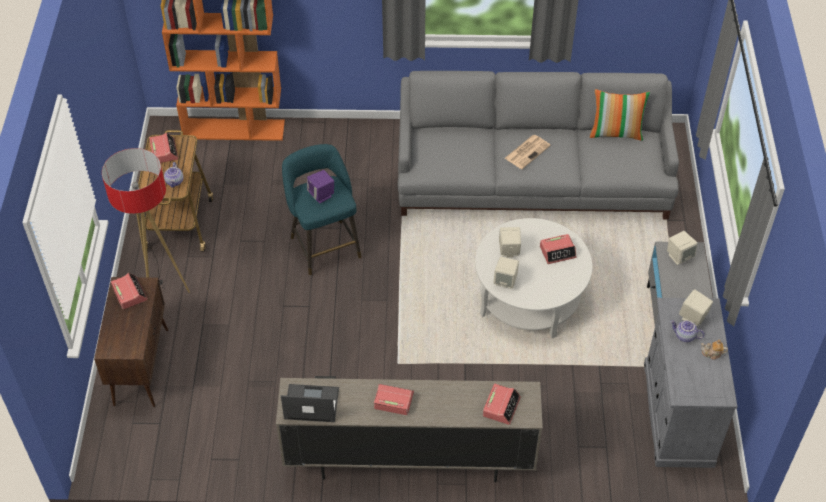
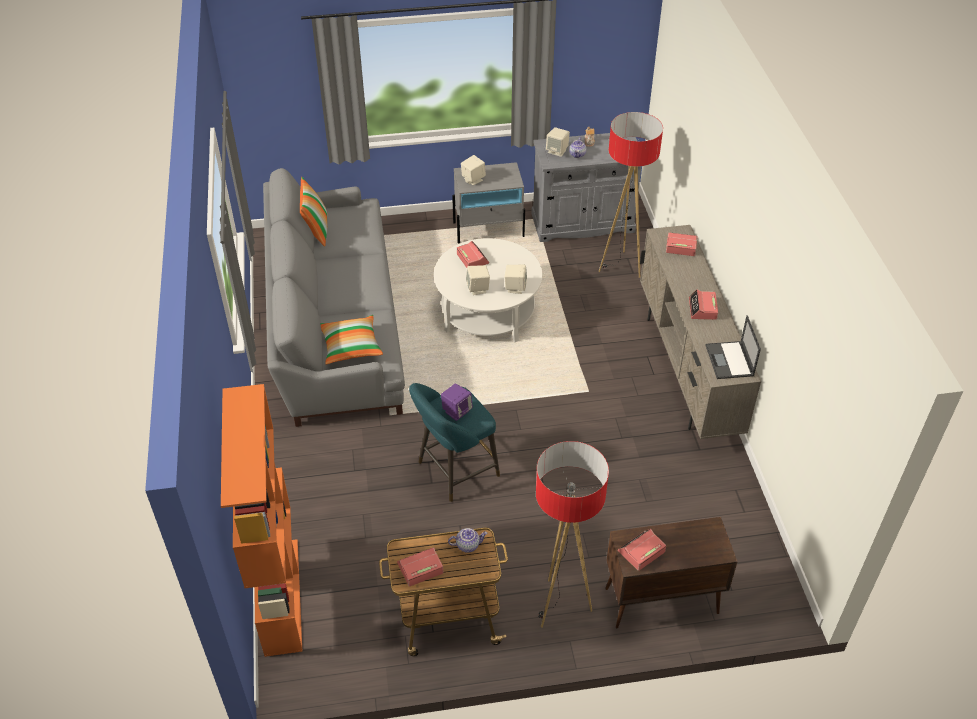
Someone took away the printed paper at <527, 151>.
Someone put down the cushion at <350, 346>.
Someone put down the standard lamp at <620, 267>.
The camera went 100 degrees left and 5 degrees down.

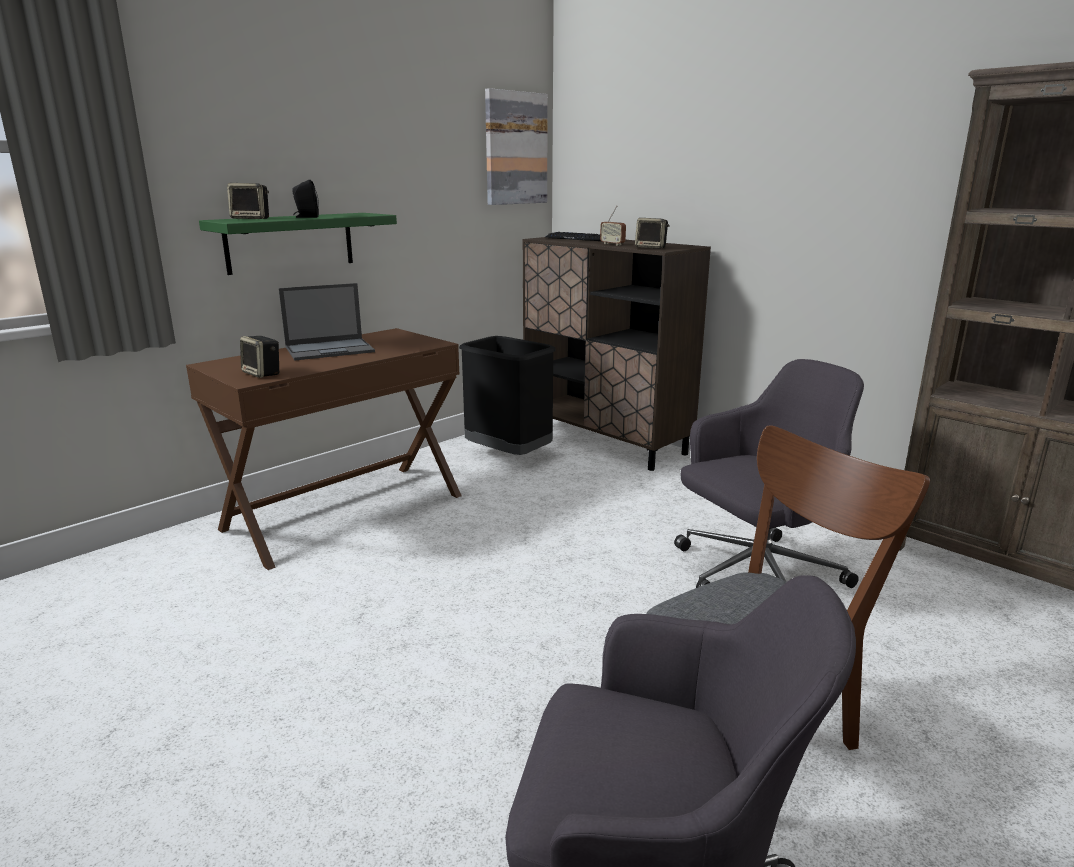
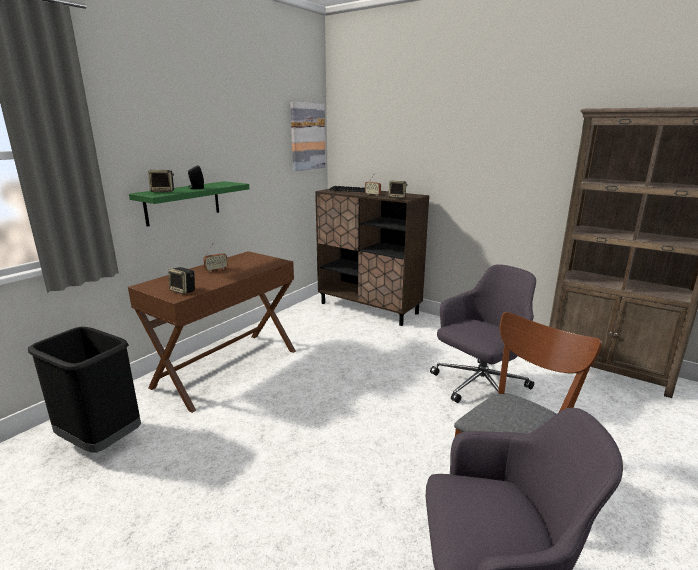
Someone carried the black trash can from <509, 456> to <101, 440>.
Someone swapped the portable computer at <331, 349> for the radio at <216, 270>.
The camera went 10 degrees left and 0 degrees up.

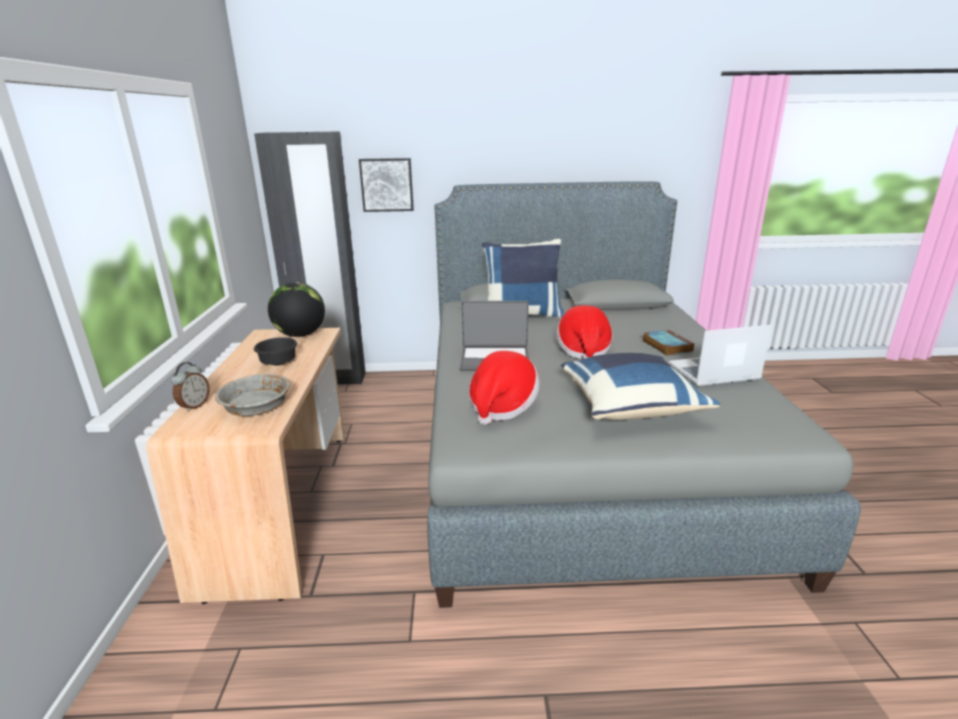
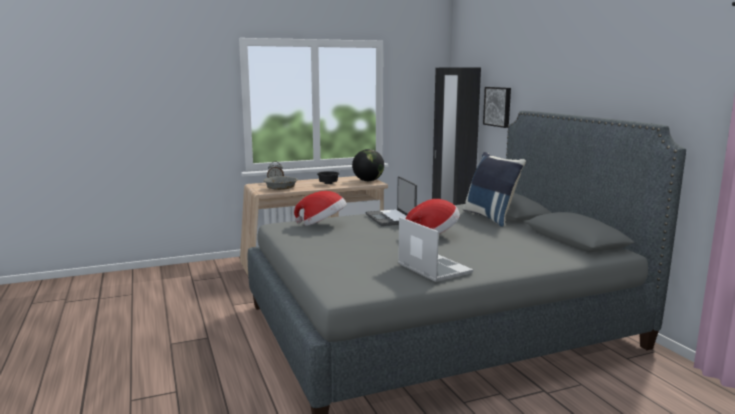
Someone took away the blue-coloured cushion at <630, 406>.
Someone took away the book at <666, 345>.
The camera went 70 degrees right and 10 degrees down.

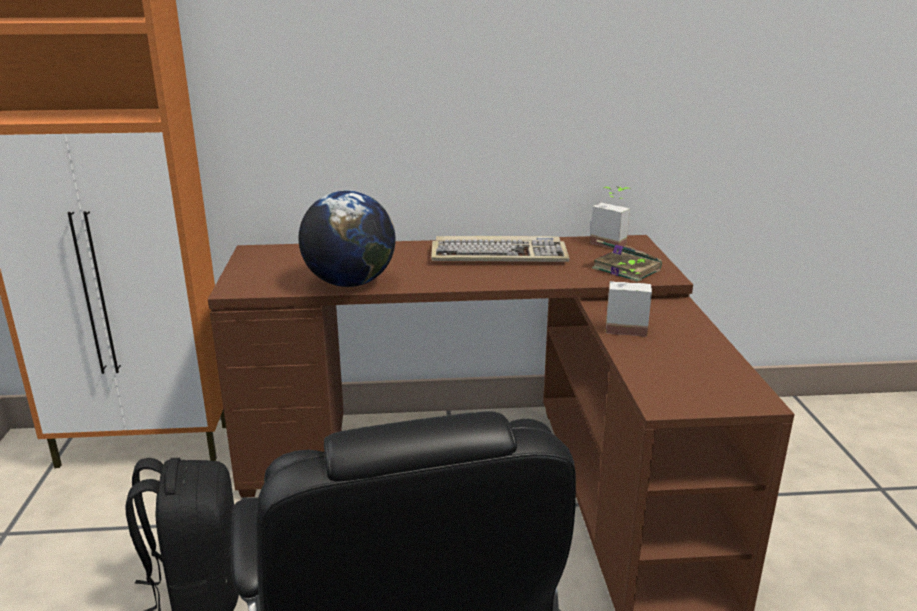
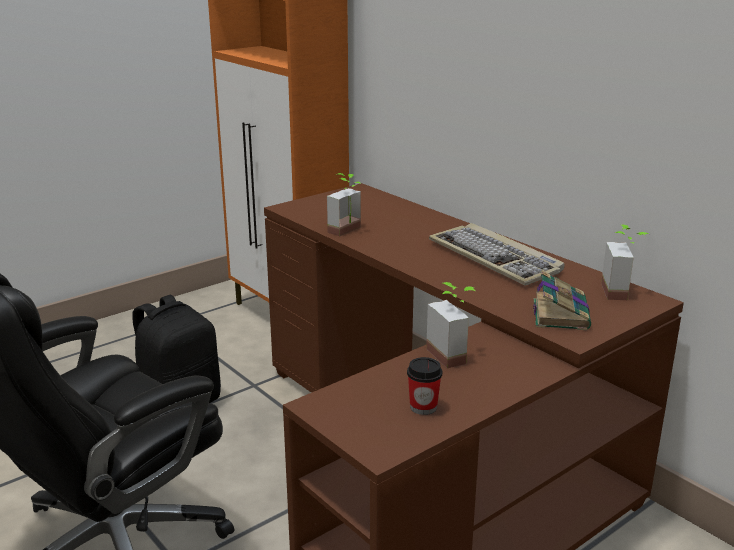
Someone put down the drinking cup at <423, 407>.
Someone swapped the world globe at <349, 283> for the houseplant at <349, 231>.
The camera went 55 degrees right and 0 degrees up.

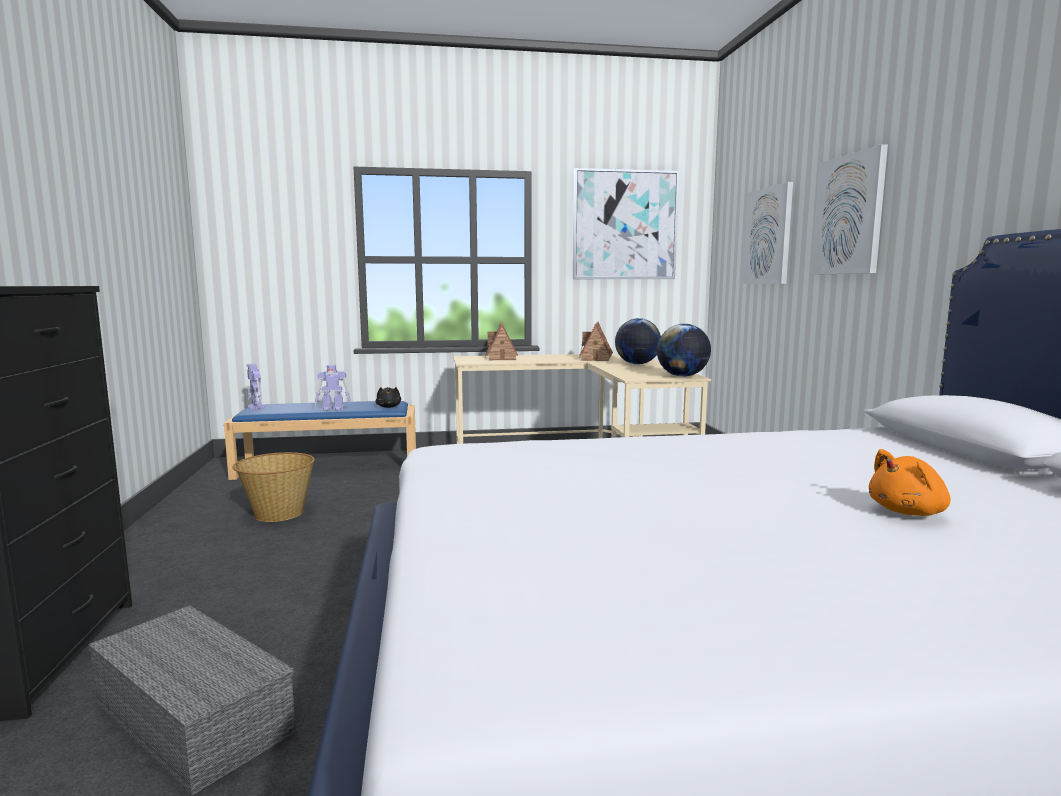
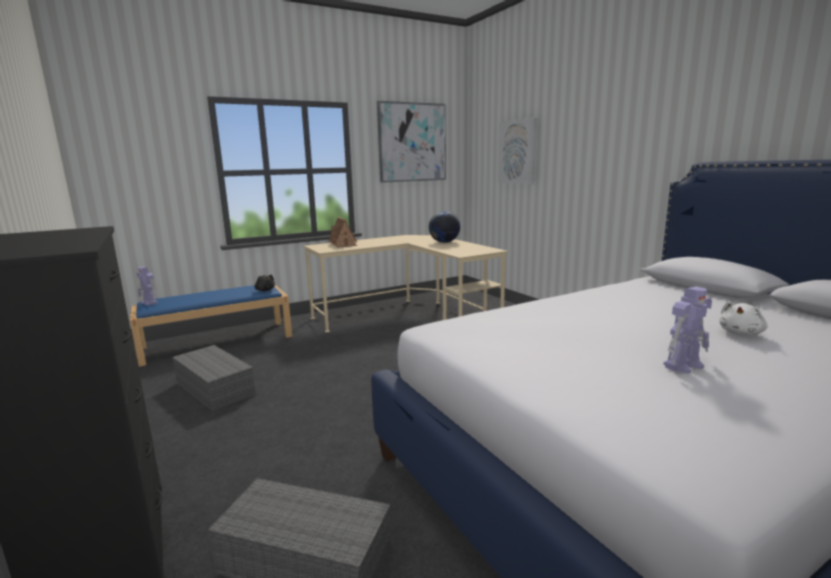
Someone took away the toy house at <596, 358>.
Someone took away the world globe at <682, 376>.
Someone took away the picture at <849, 215>.
Someone carried the toy robot from <333, 409> to <684, 365>.
Someone swapped the storage basket at <278, 514> for the gray storage bin at <213, 388>.
Someone repainted the orange-coloured plush toy at <909, 512>, which became the white plush toy at <741, 333>.
The camera went 20 degrees left and 5 degrees up.

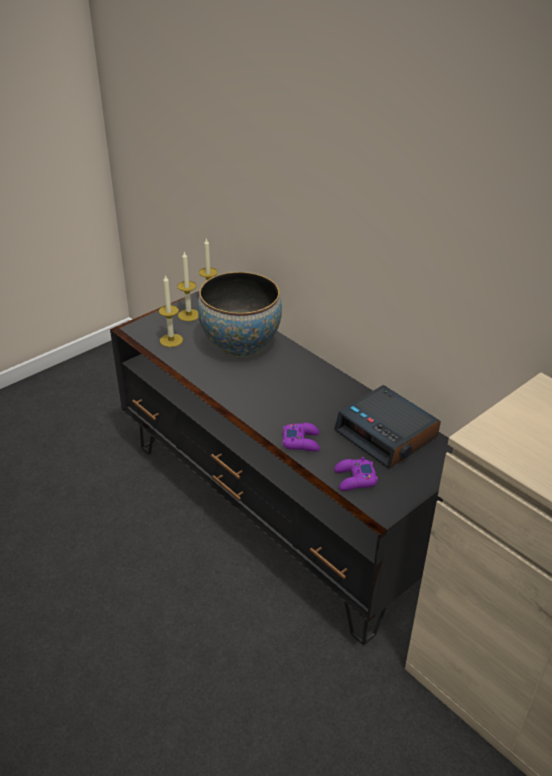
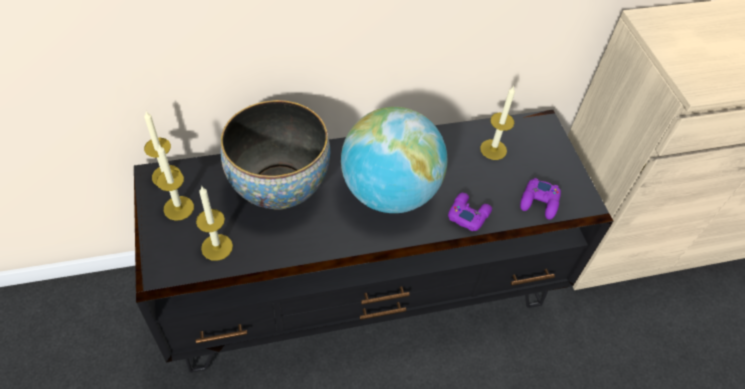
Someone put down the world globe at <389, 192>.
Someone swapped the alarm clock at <387, 434> for the candle at <493, 149>.
The camera went 65 degrees left and 15 degrees up.

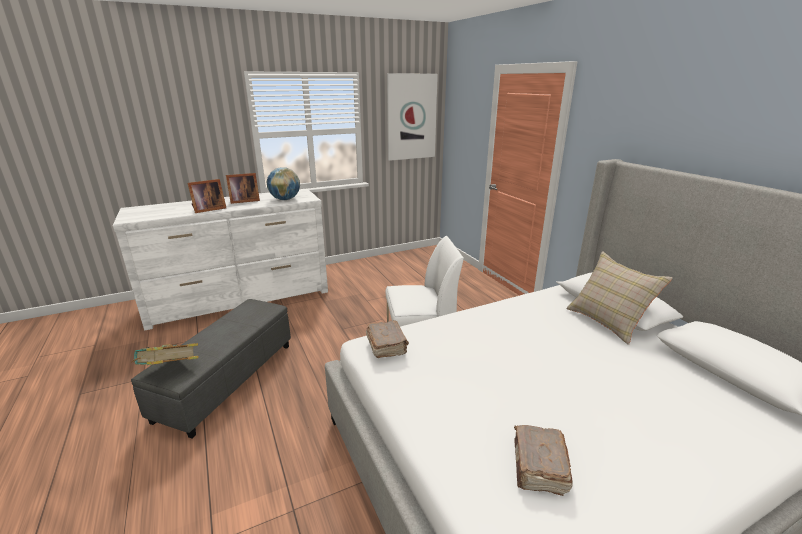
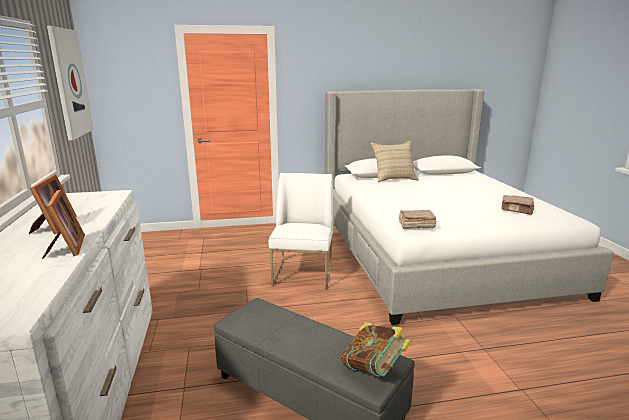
Someone took away the world globe at <285, 199>.
The camera went 75 degrees left and 5 degrees down.

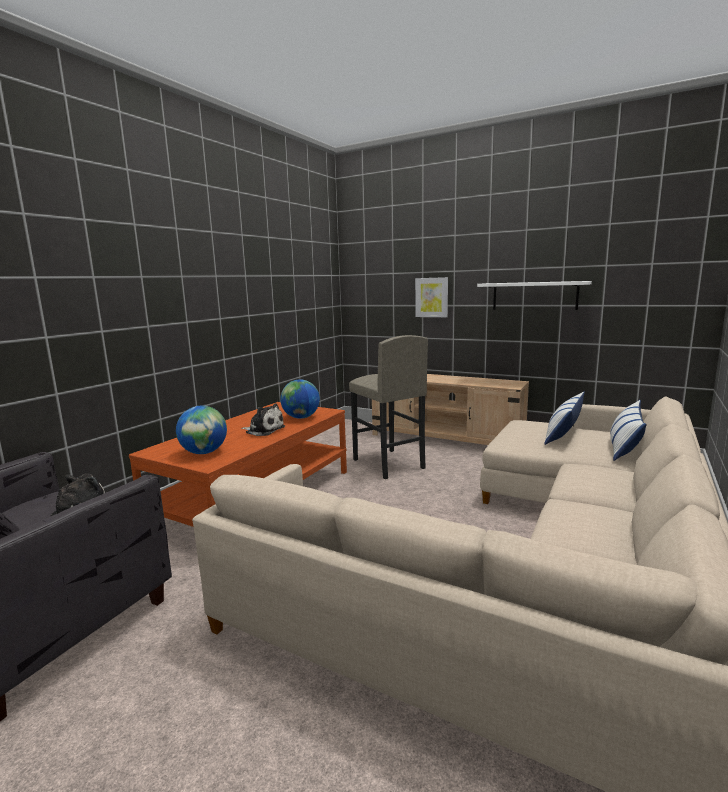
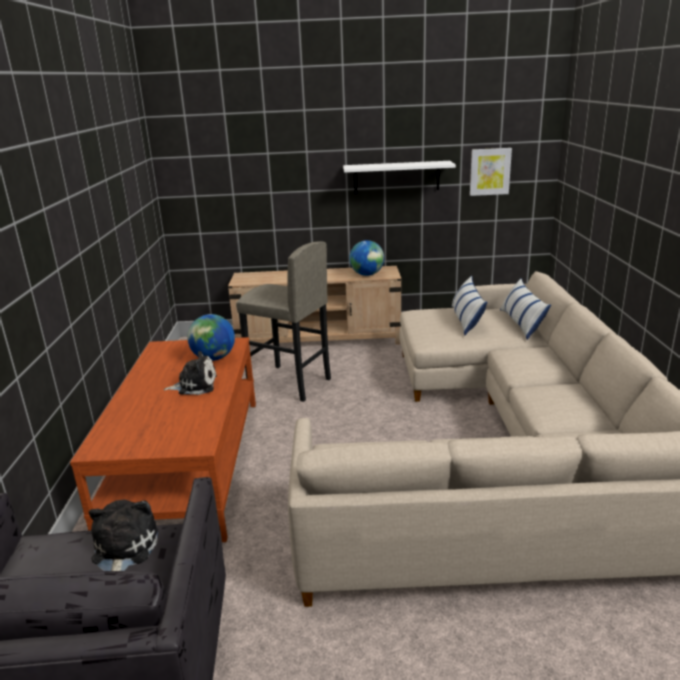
Someone carried the world globe from <204, 452> to <367, 274>.
Someone carried the picture from <431, 297> to <490, 171>.
The camera went 30 degrees left and 10 degrees up.

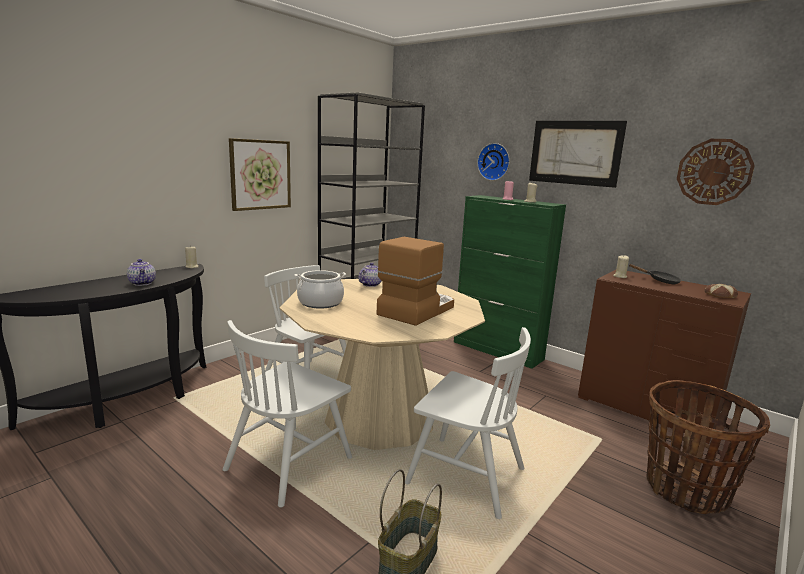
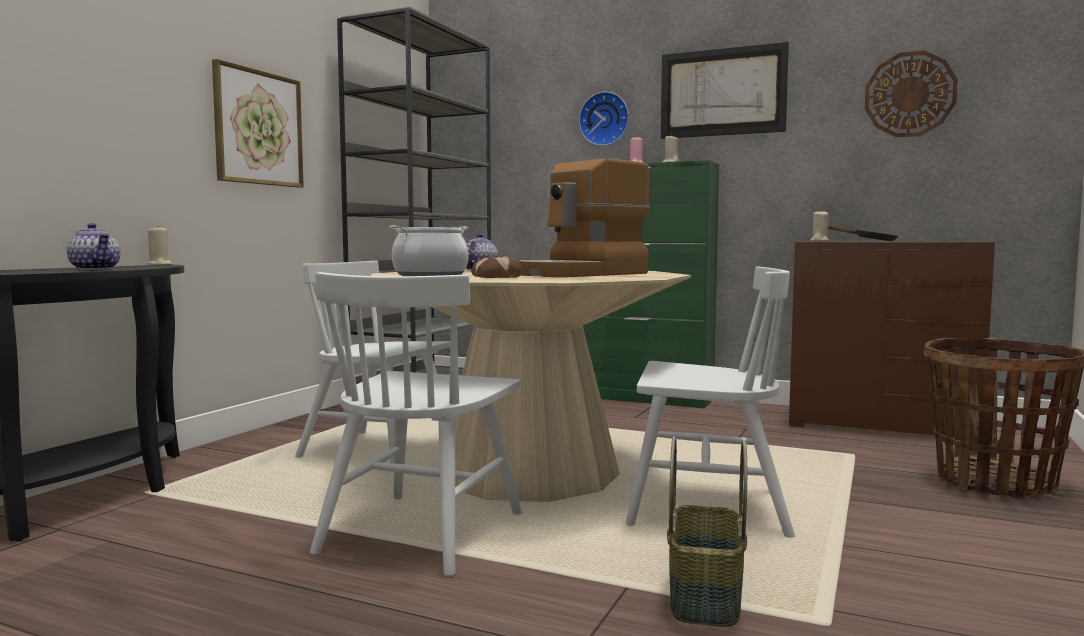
Someone carried the baked bread from <719, 295> to <496, 277>.
Someone rotated the coffee machine at <416, 310> by 150 degrees counterclockwise.
The camera went 15 degrees left and 10 degrees down.

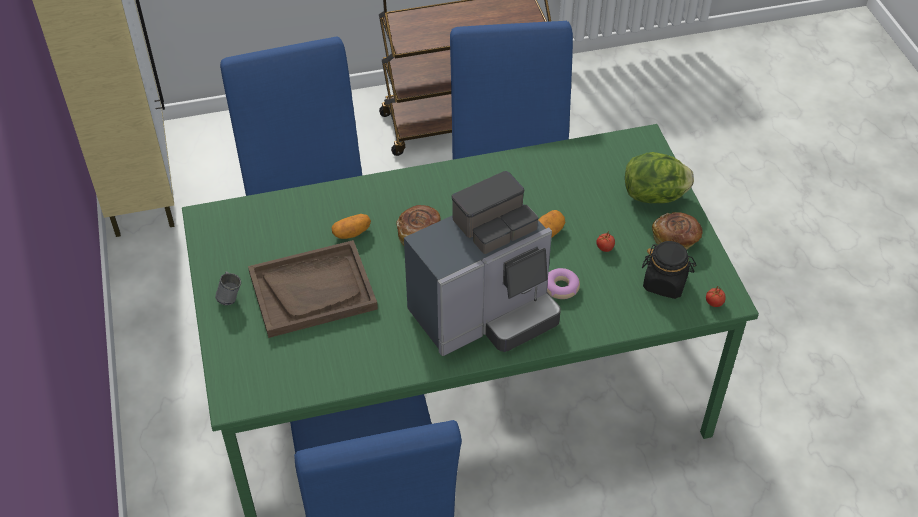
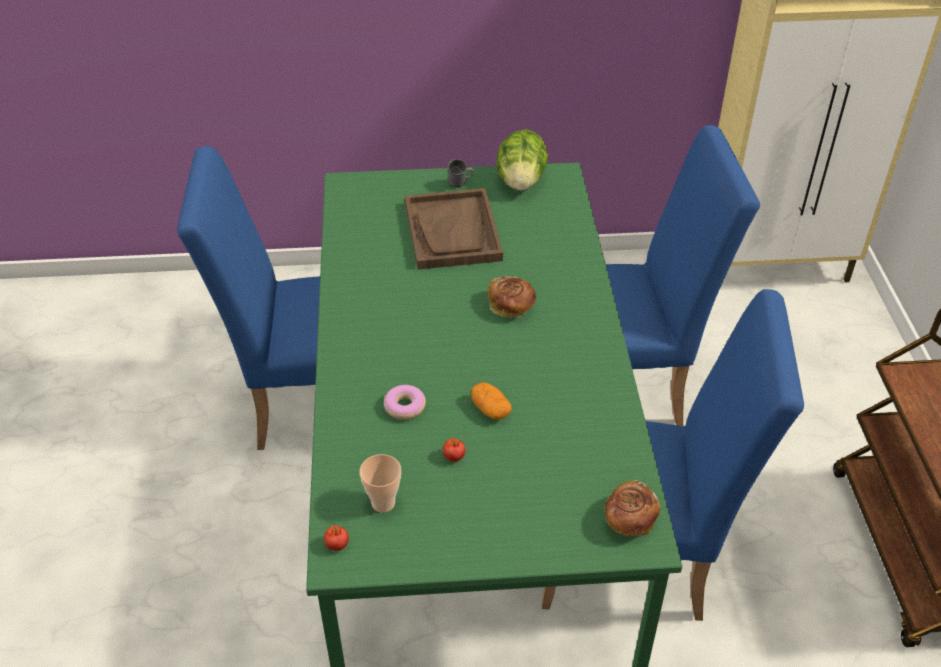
Someone took away the whole potato at <352, 233>.
Someone took away the coffee machine at <485, 313>.
Someone carried the head of lettuce from <655, 196> to <521, 182>.
Someone carried the baked bread from <676, 239> to <629, 520>.
Someone swapped the black preserve jar at <665, 283> for the drinking cup at <383, 503>.
The camera went 100 degrees right and 5 degrees down.

